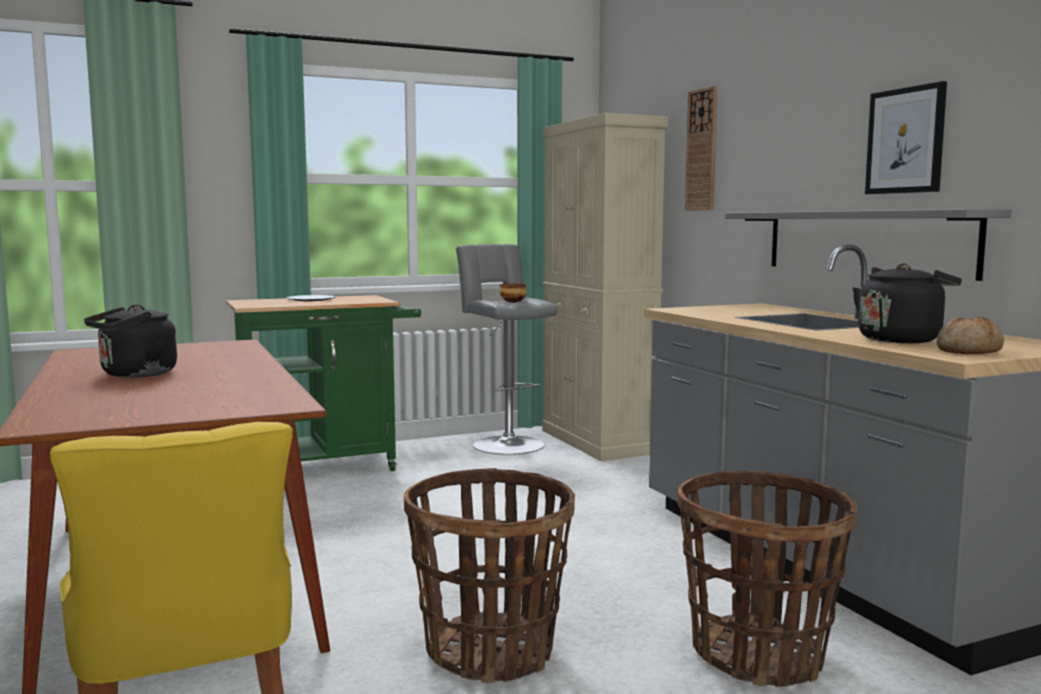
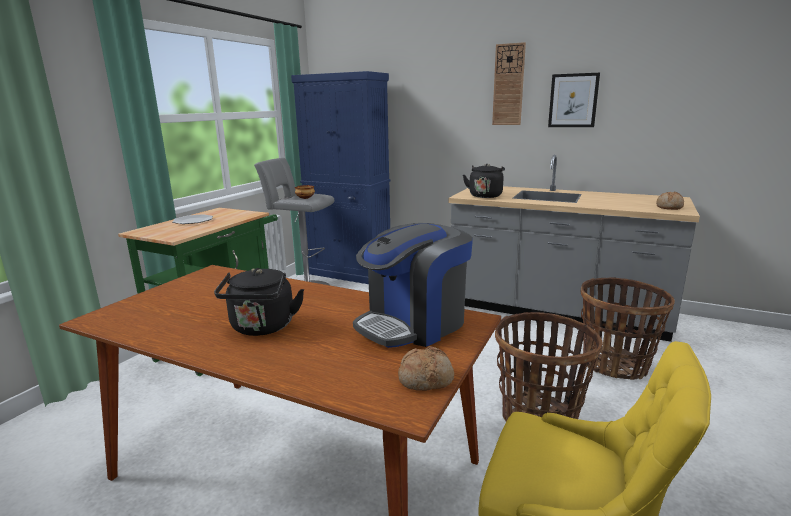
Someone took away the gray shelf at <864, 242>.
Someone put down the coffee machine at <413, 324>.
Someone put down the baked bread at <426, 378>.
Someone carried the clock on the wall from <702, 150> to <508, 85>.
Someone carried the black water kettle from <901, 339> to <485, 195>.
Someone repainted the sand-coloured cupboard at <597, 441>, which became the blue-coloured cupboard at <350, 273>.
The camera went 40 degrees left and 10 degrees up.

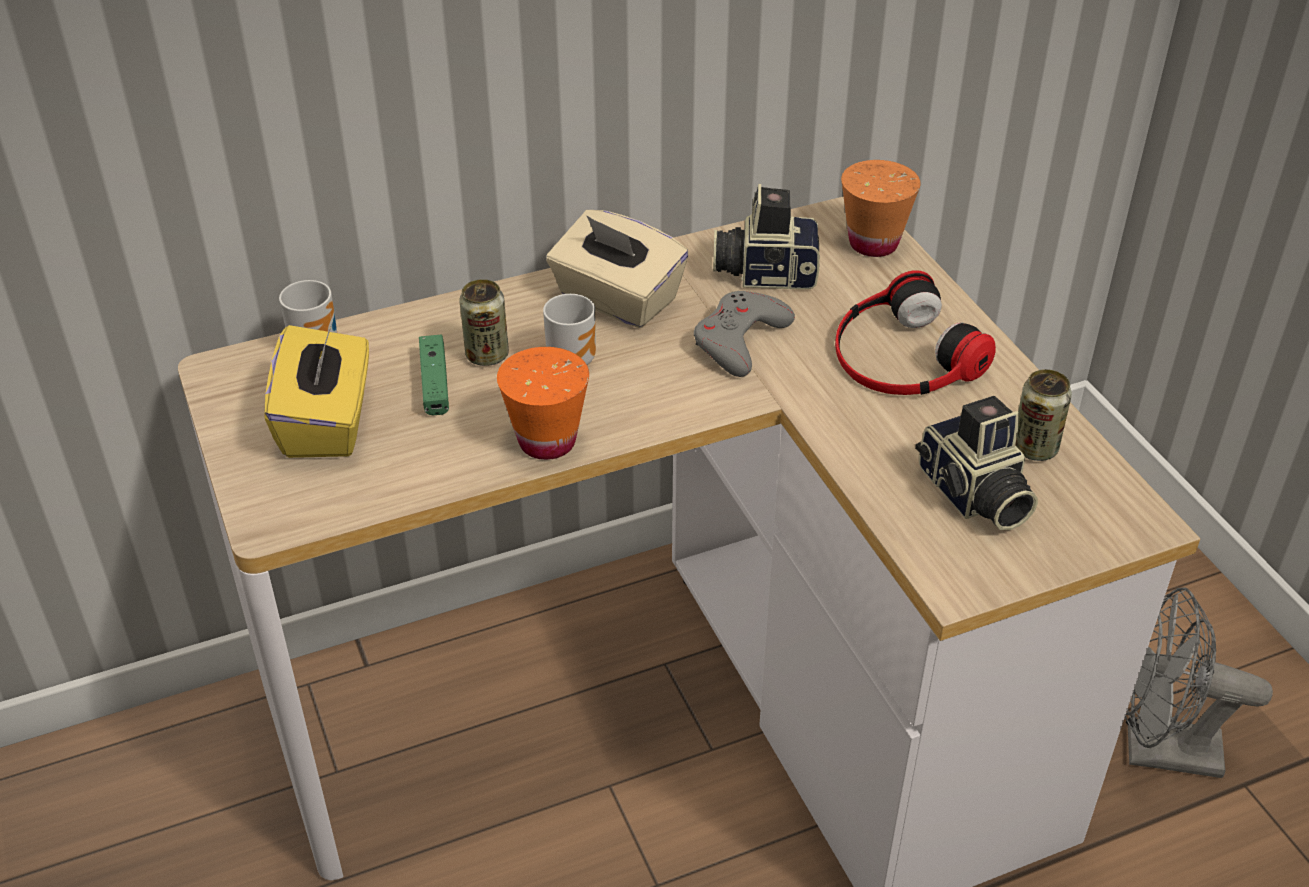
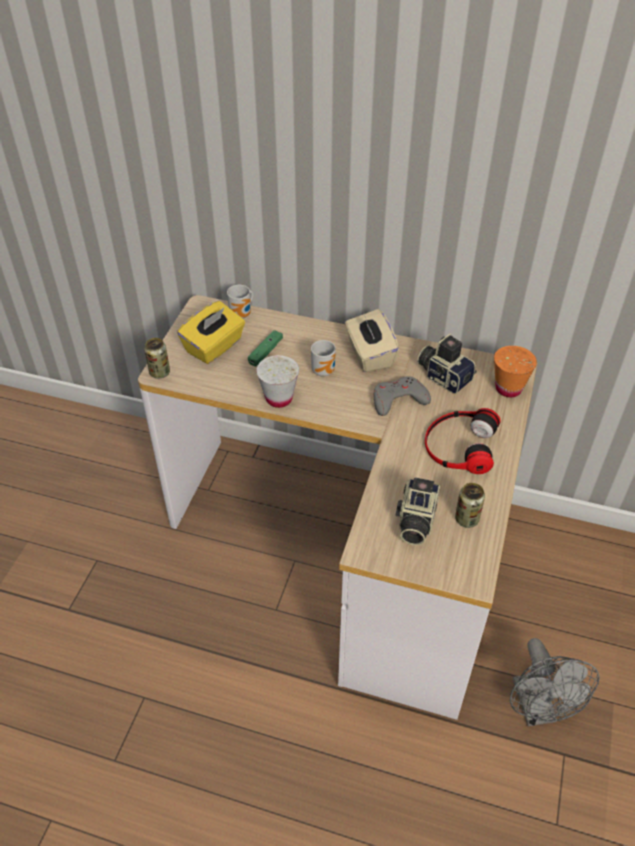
Someone carried the metal can from <487, 355> to <159, 372>.
Someone repainted the orange-coloured drinking cup at <547, 441>, which became the white drinking cup at <279, 398>.
Someone rotated the gray electric fan at <1156, 750> by 150 degrees counterclockwise.
The camera went 40 degrees right and 5 degrees up.

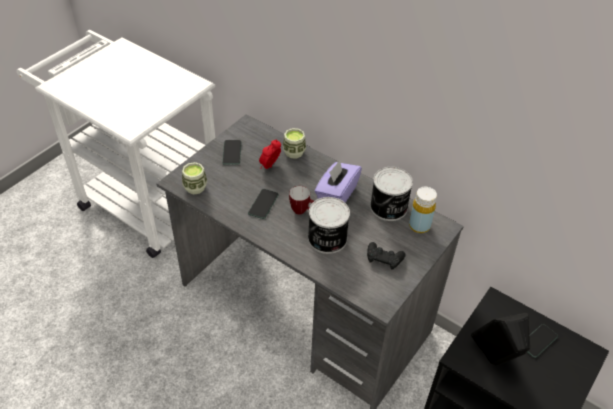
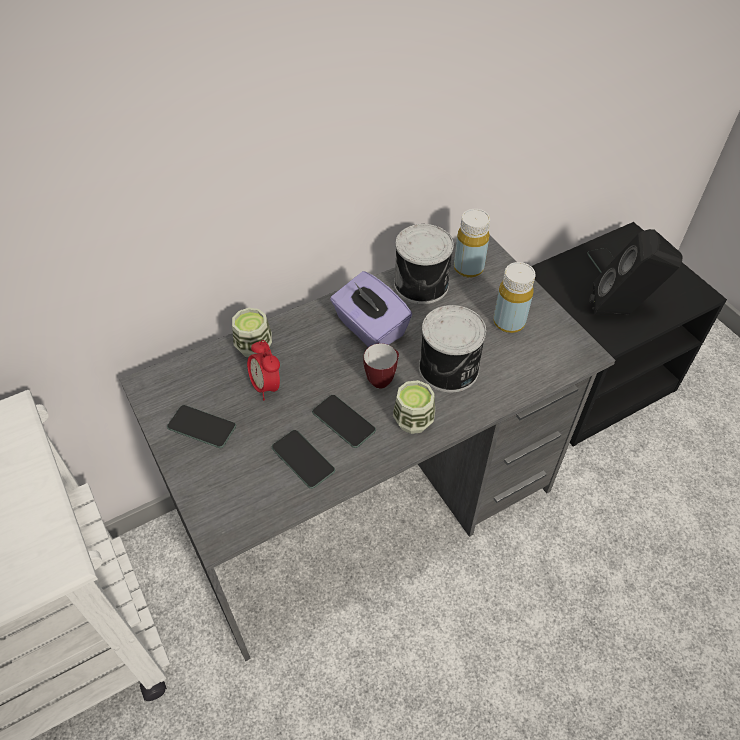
Someone put down the phone at <303, 459>.
Someone carried the drinking cup from <195, 187> to <413, 420>.
Someone swapped the black gamepad at <384, 258> for the yellowish bottle at <509, 322>.
The camera went 65 degrees left and 5 degrees up.

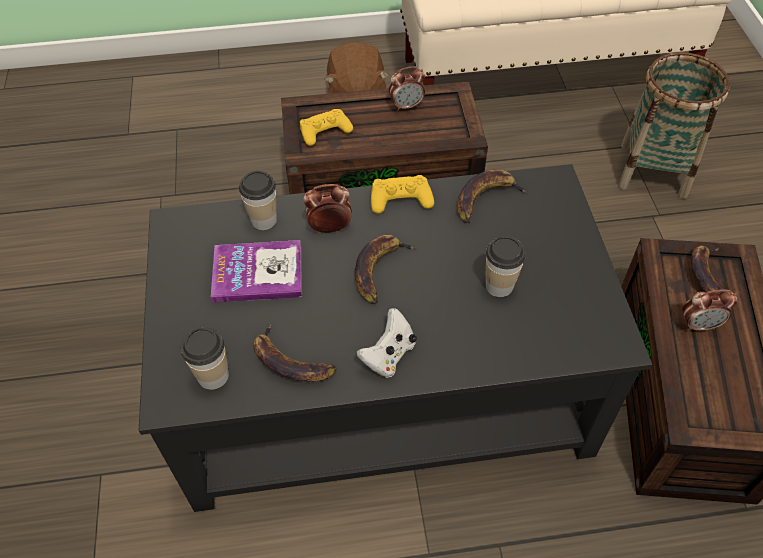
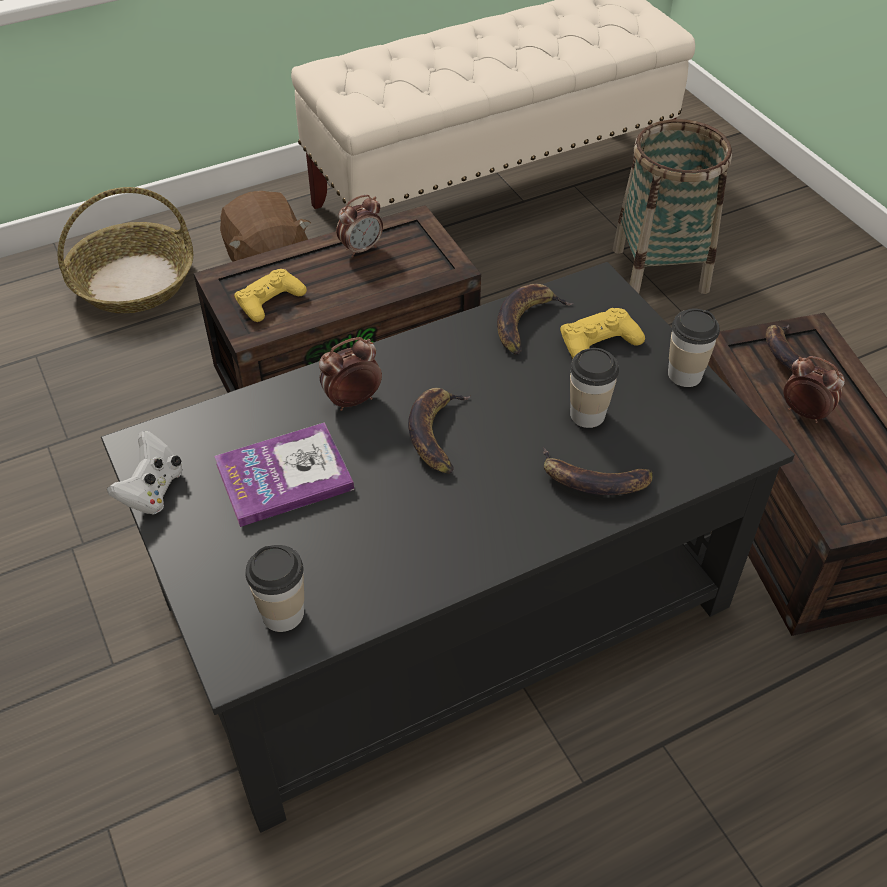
Someone put down the storage basket at <134, 281>.
Someone carried the drinking cup from <263, 220> to <684, 374>.
Someone carried the banana from <290, 361> to <593, 481>.
Someone carried the white gamepad from <388, 355> to <152, 490>.
Someone carried the yellowish gamepad from <400, 199> to <599, 342>.
Someone rotated the alarm clock at <699, 325> by 120 degrees counterclockwise.
The camera went 20 degrees left and 5 degrees down.

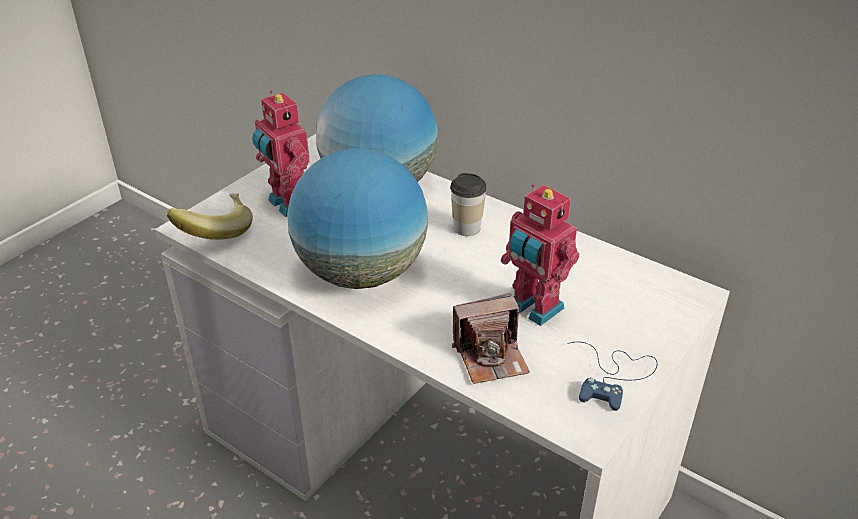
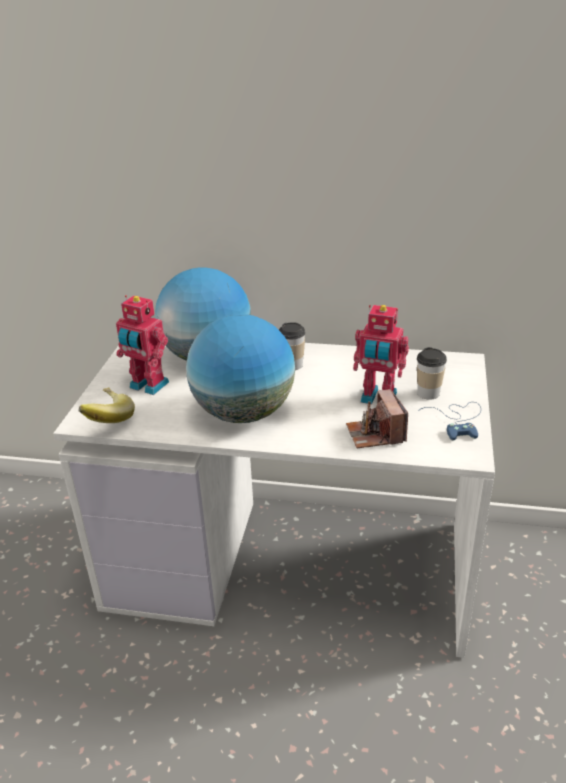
Someone put down the drinking cup at <428, 393>.
Someone rotated the photo camera at <490, 356> by 120 degrees clockwise.
The camera went 25 degrees left and 5 degrees down.

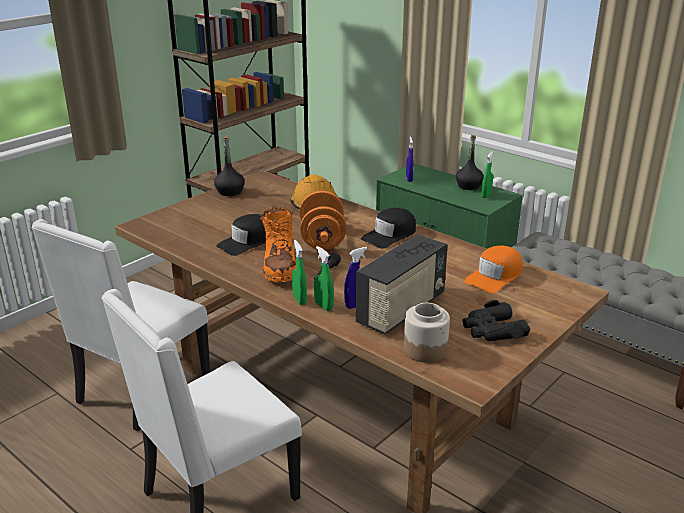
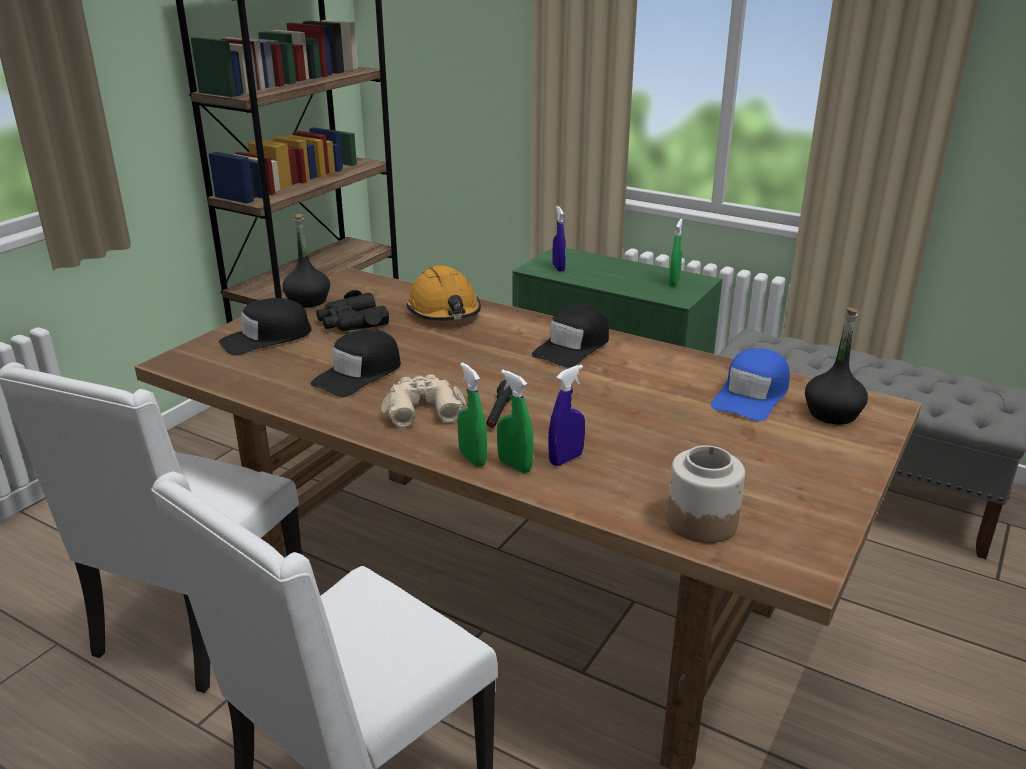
Someone took away the orange-coloured dumbbell at <322, 240>.
Someone took away the radio at <401, 310>.
Someone put down the black cap at <266, 338>.
Someone carried the black bottle from <469, 186> to <832, 413>.
Someone carried the black field glasses from <492, 330> to <352, 322>.
Someone swapped the orange-coloured high-top boot at <279, 266> for the sand-coloured field glasses at <422, 408>.
Someone repainted the orange-coloured cap at <494, 276>, which became the blue-coloured cap at <752, 395>.
The camera went 10 degrees left and 0 degrees up.

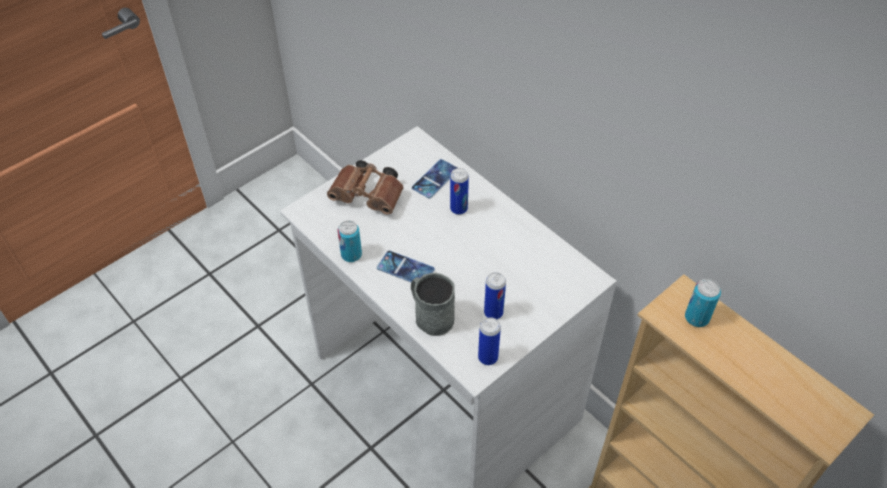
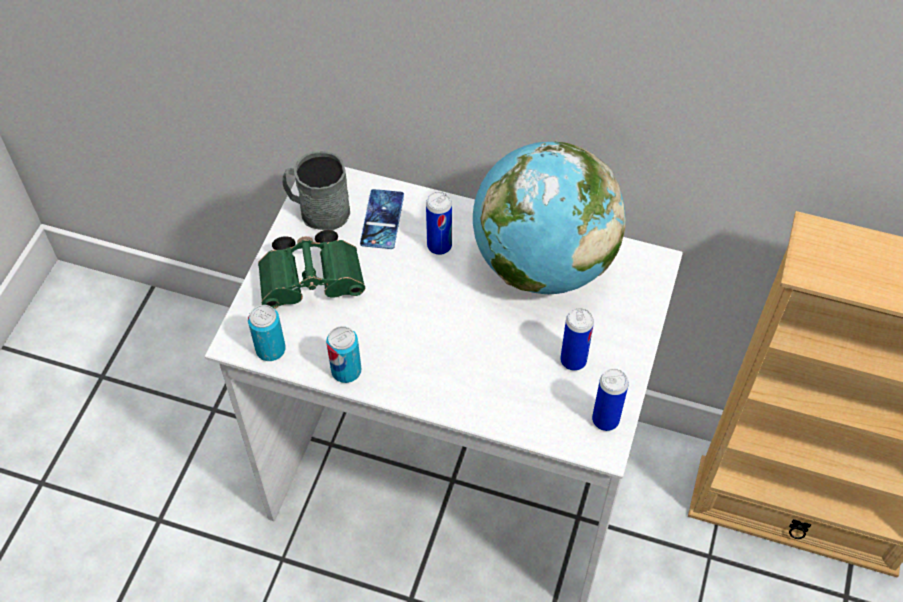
Someone took away the phone at <405, 269>.
Someone put down the world globe at <542, 264>.
Someone carried the gray tea mug from <430, 316> to <318, 210>.
Someone carried the metal can from <697, 317> to <270, 349>.
Someone repainted the brownish field glasses at <369, 197>, which became the greenish field glasses at <314, 282>.
The camera went 30 degrees left and 5 degrees up.

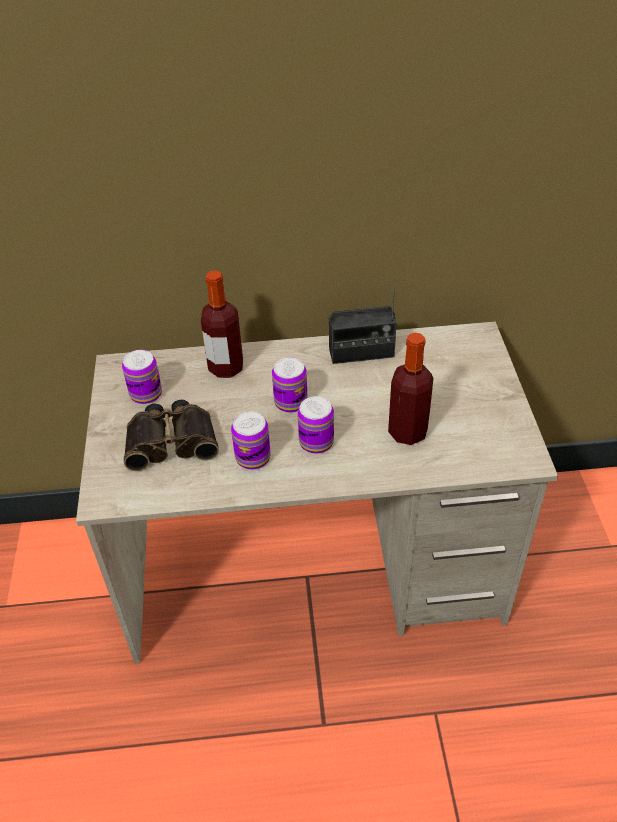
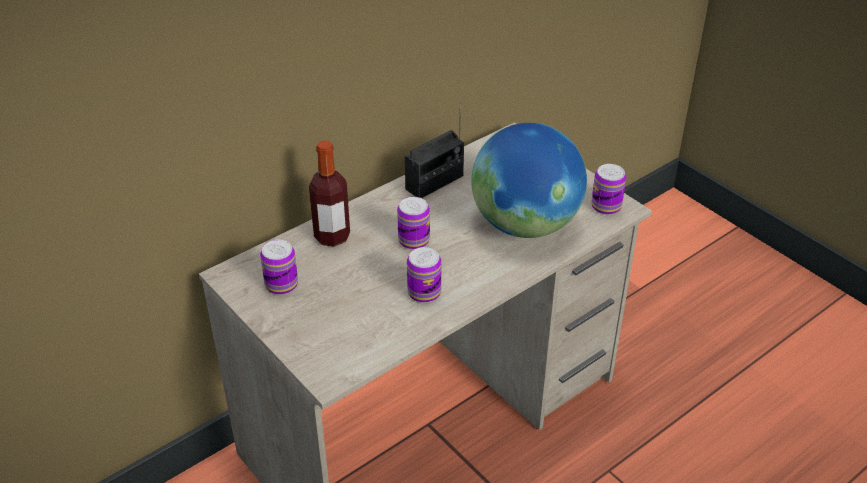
Someone took away the field glasses at <171, 440>.
Someone carried the metal can from <316, 442> to <606, 206>.
Someone swapped the bottle at <407, 432> for the world globe at <524, 225>.
The camera went 35 degrees left and 5 degrees down.

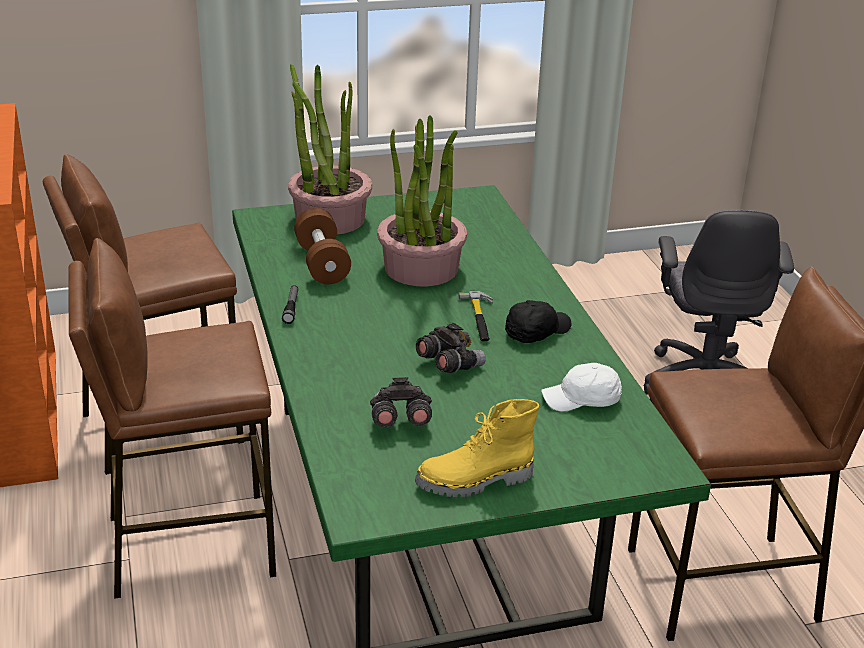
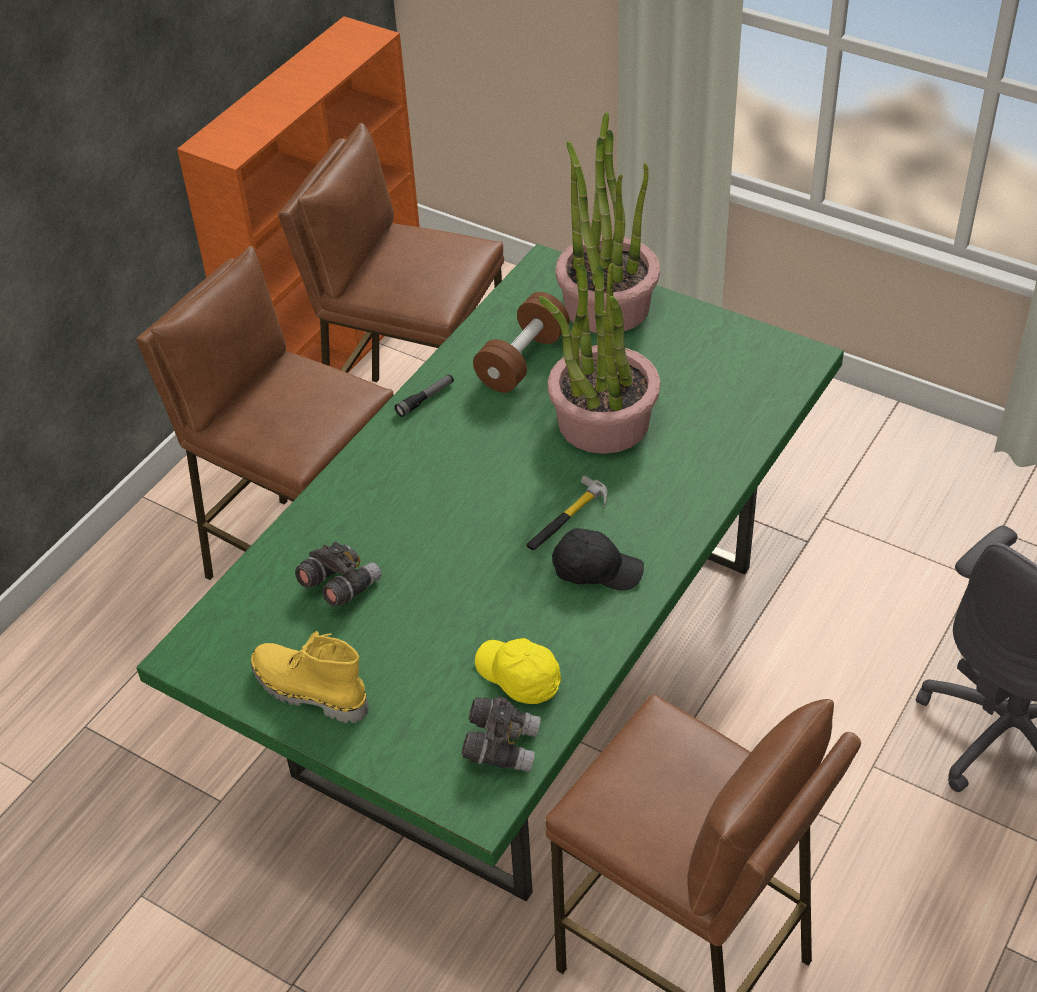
Someone carried the gray field glasses from <449, 365> to <501, 745>.
Someone repainted the white cap at <582, 400>, which became the yellowish cap at <518, 677>.
The camera went 50 degrees right and 15 degrees up.

